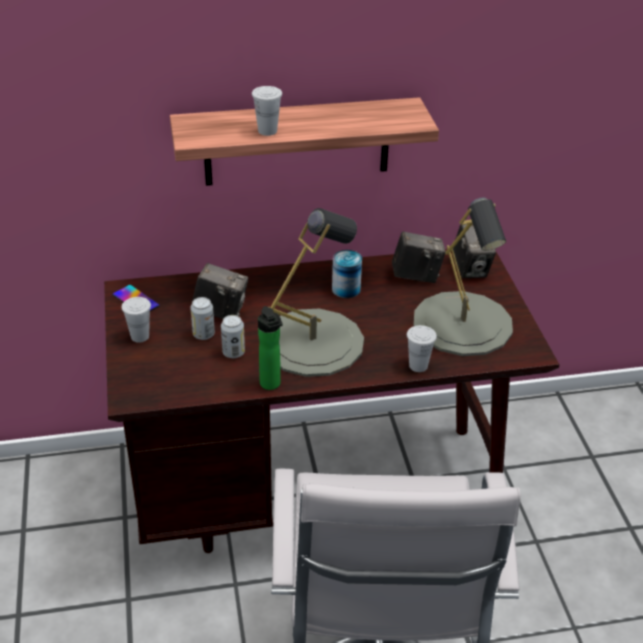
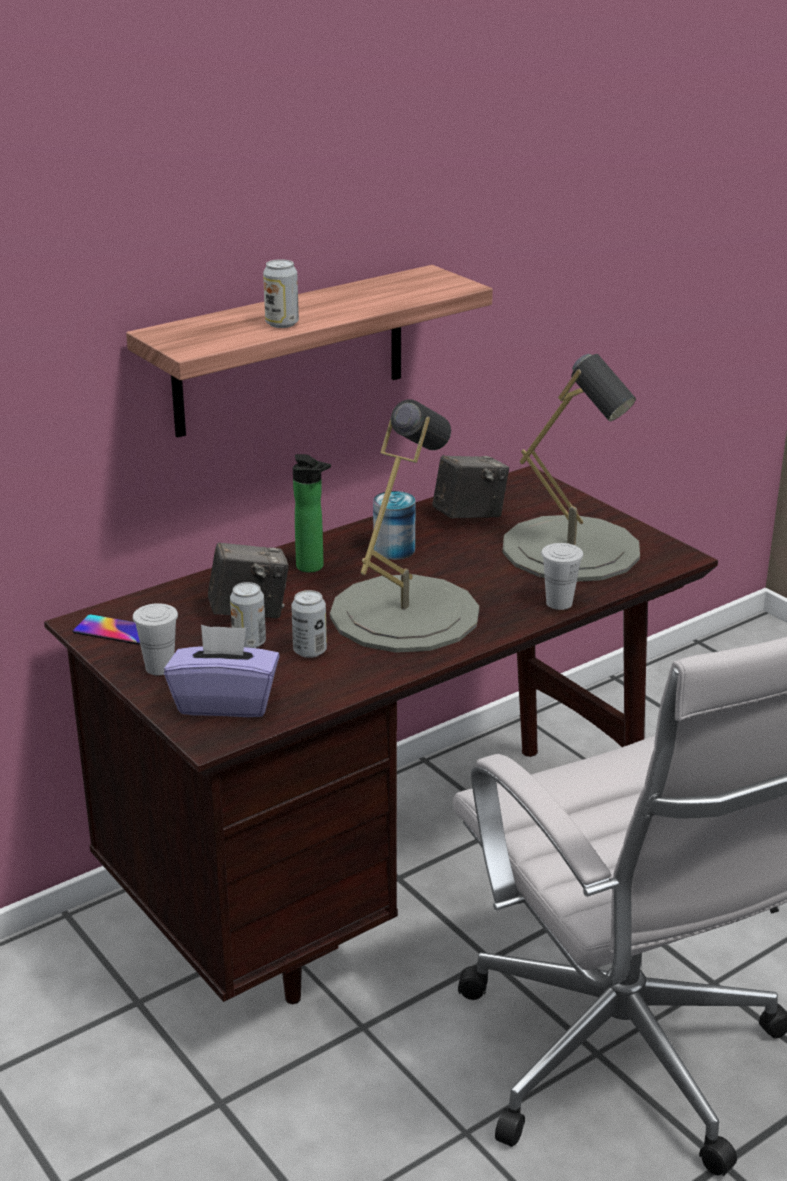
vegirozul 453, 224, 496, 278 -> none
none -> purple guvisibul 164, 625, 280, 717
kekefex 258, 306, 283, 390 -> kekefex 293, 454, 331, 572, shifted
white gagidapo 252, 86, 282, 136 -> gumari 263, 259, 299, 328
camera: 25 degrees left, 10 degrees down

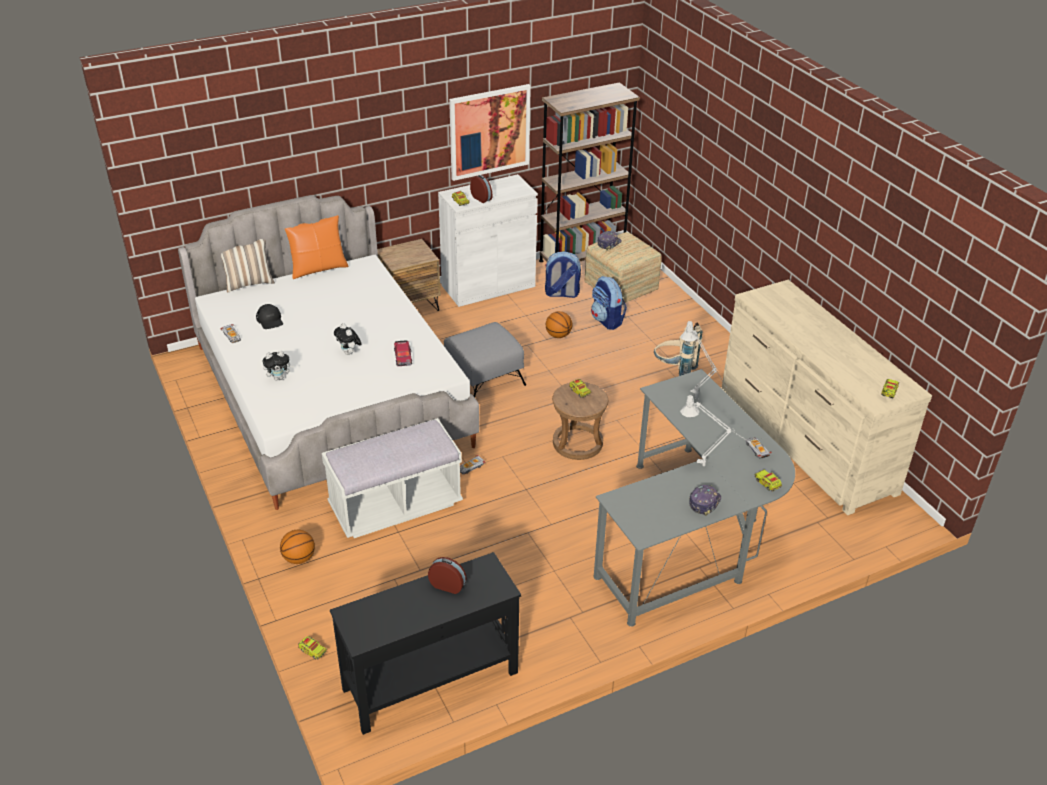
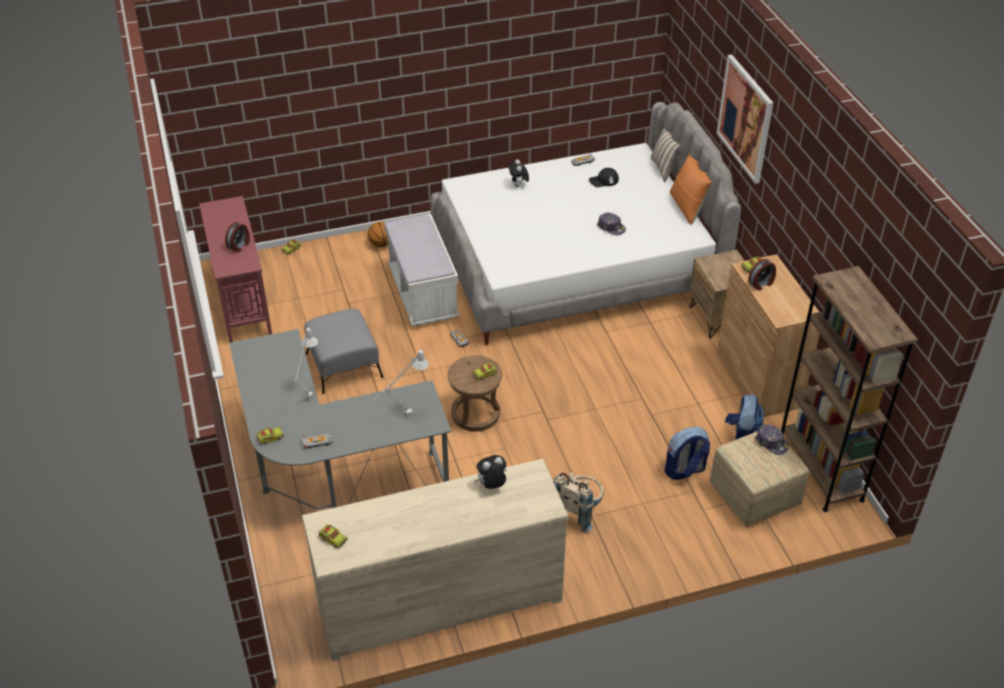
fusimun 394, 340, 412, 366 -> none
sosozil 546, 311, 572, 338 -> none
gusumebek 334, 323, 362, 355 -> gusumebek 475, 455, 507, 489, shifted
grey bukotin 444, 322, 526, 397 -> grey bukotin 304, 309, 383, 394, shifted
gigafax 449, 84, 531, 181 -> gigafax 716, 54, 773, 184, shifted
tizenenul 689, 485, 721, 516 -> tizenenul 597, 213, 626, 235, shifted
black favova 330, 552, 521, 735 -> red favova 199, 196, 272, 343
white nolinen 438, 174, 538, 307 -> brown nolinen 717, 254, 820, 417
camera: 100 degrees right, 5 degrees up

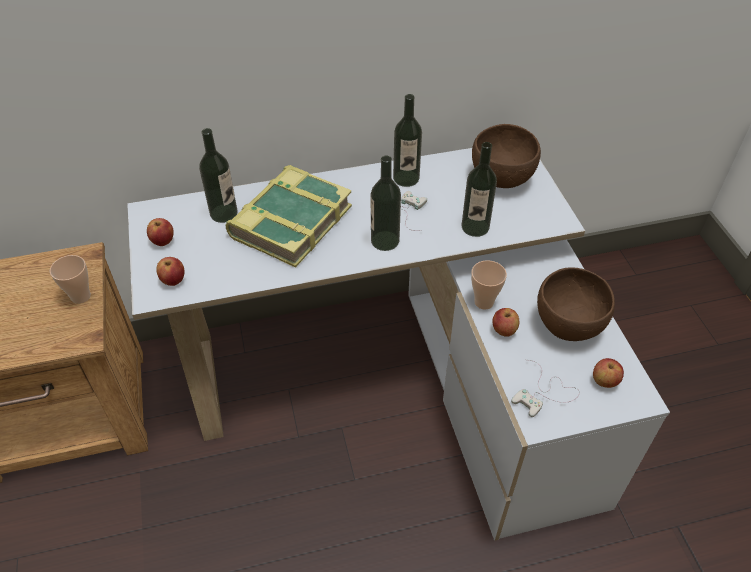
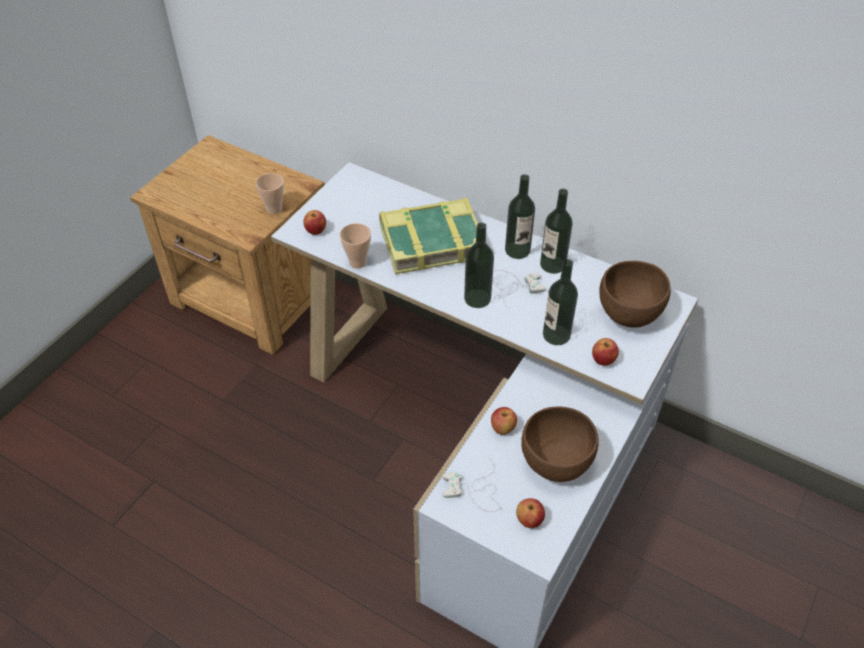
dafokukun 147, 218, 174, 246 -> dafokukun 592, 338, 619, 366, shifted
kekefex 199, 128, 238, 223 -> kekefex 505, 174, 535, 259, shifted
gagidapo 471, 260, 507, 310 -> gagidapo 340, 223, 371, 269, shifted
camera: 45 degrees right, 0 degrees up

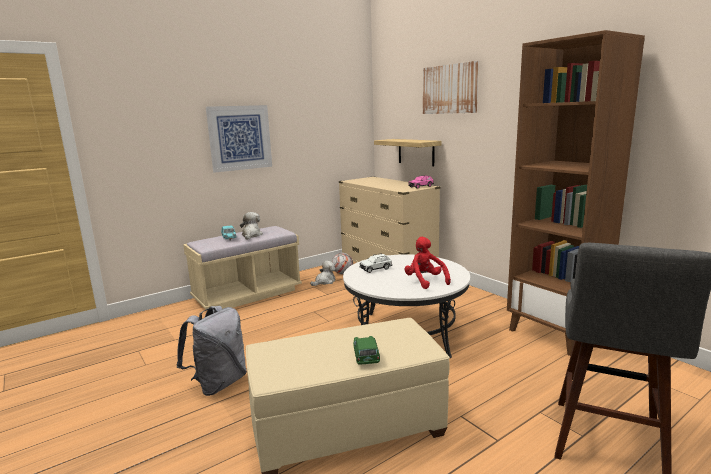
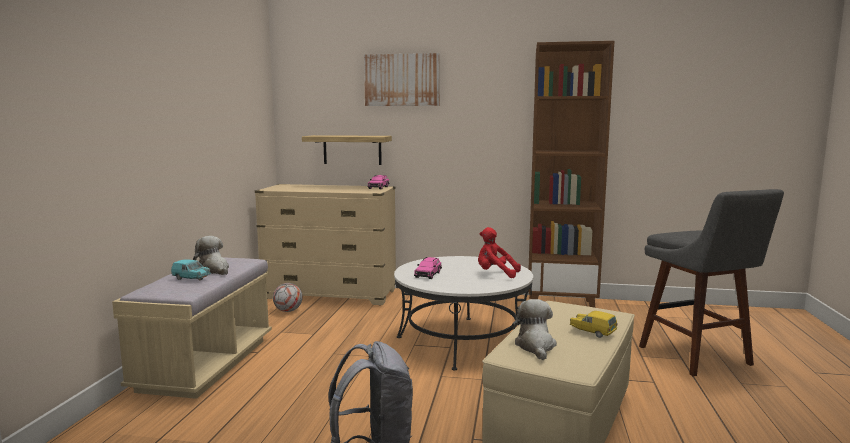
gigafax 206, 105, 272, 173 -> none
gusumebek 310, 261, 335, 286 -> gusumebek 512, 299, 557, 360, shifted
green fusimun 353, 336, 380, 365 -> yellow fusimun 570, 311, 618, 338
white fusimun 359, 253, 392, 273 -> pink fusimun 414, 257, 442, 279
camera: 45 degrees left, 5 degrees down

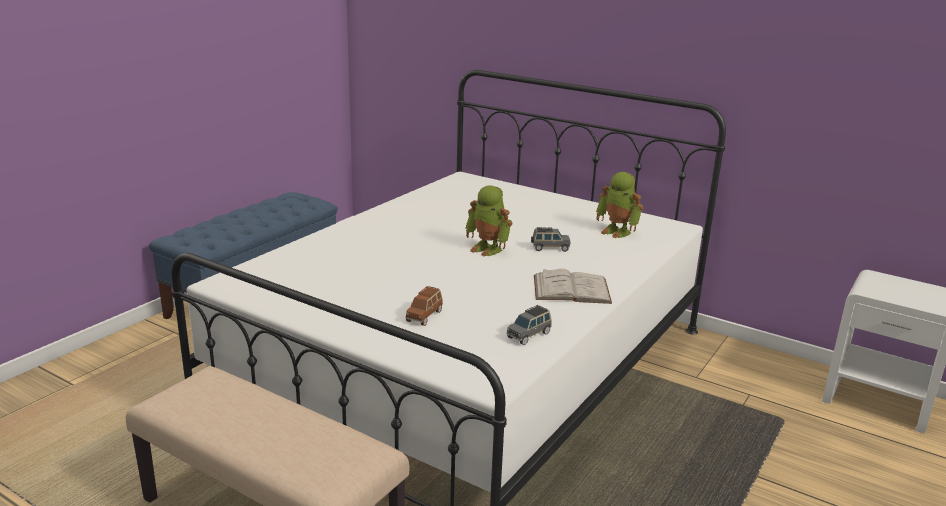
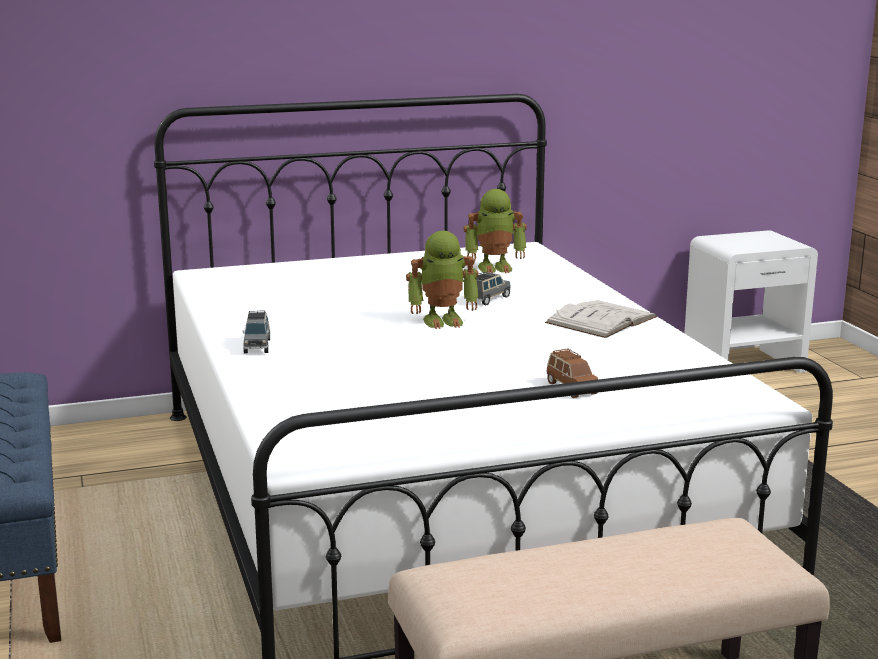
grey fusimun 507, 305, 552, 345 -> grey fusimun 243, 311, 270, 354, shifted
camera: 50 degrees left, 5 degrees down

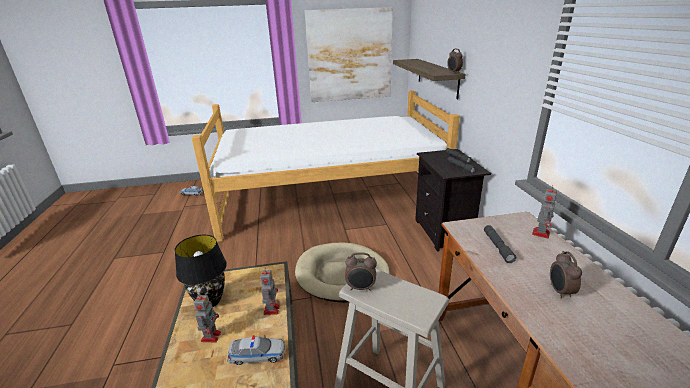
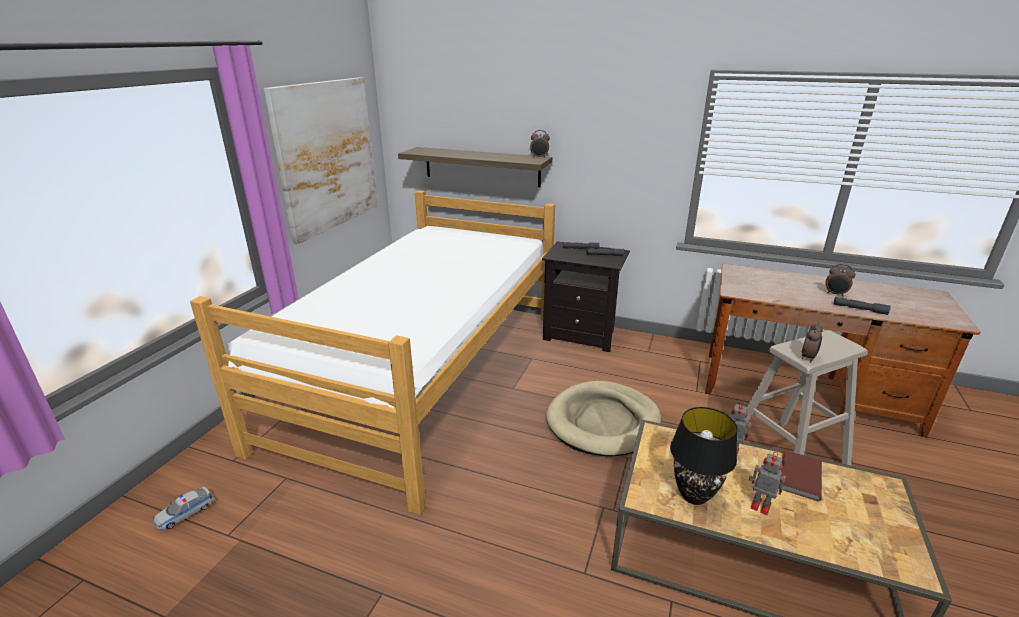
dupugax 532, 186, 557, 239 -> none
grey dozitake 484, 225, 517, 263 -> grey dozitake 833, 297, 891, 315, shifted
fusimun 227, 335, 286, 365 -> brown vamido 779, 450, 822, 502
camera: 60 degrees left, 0 degrees up

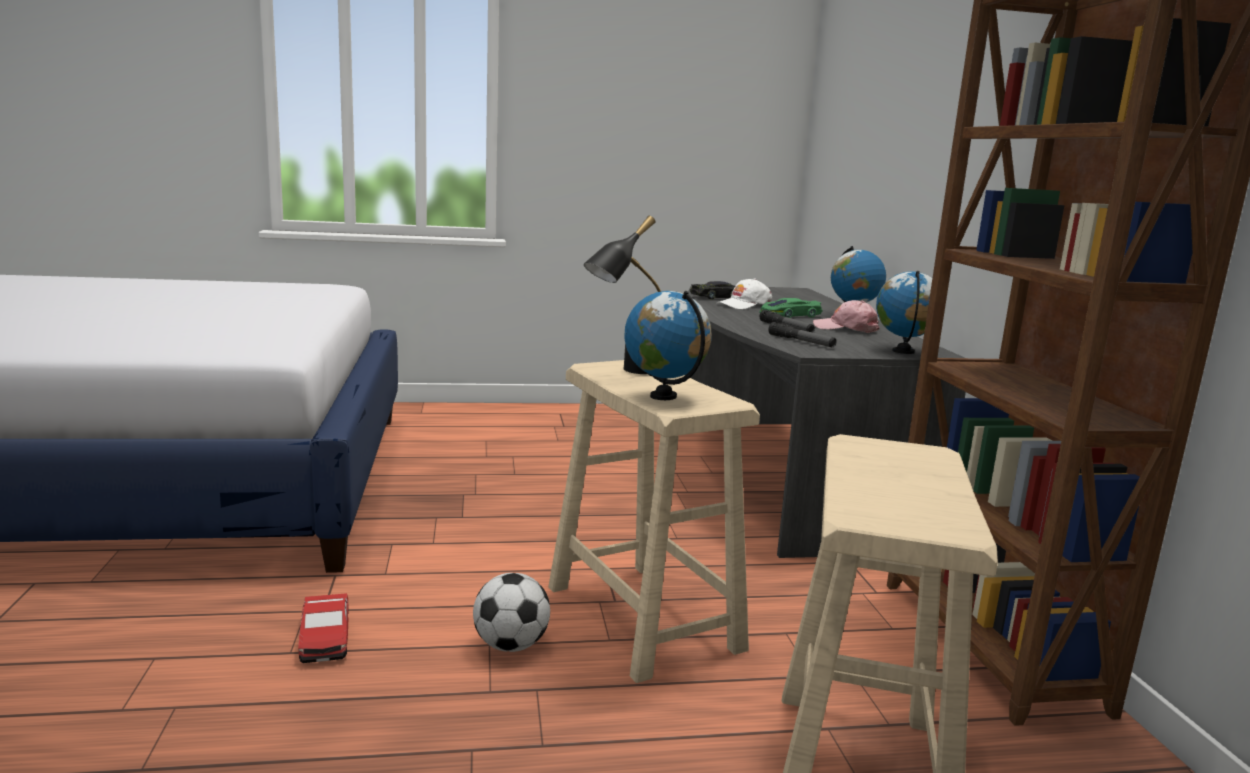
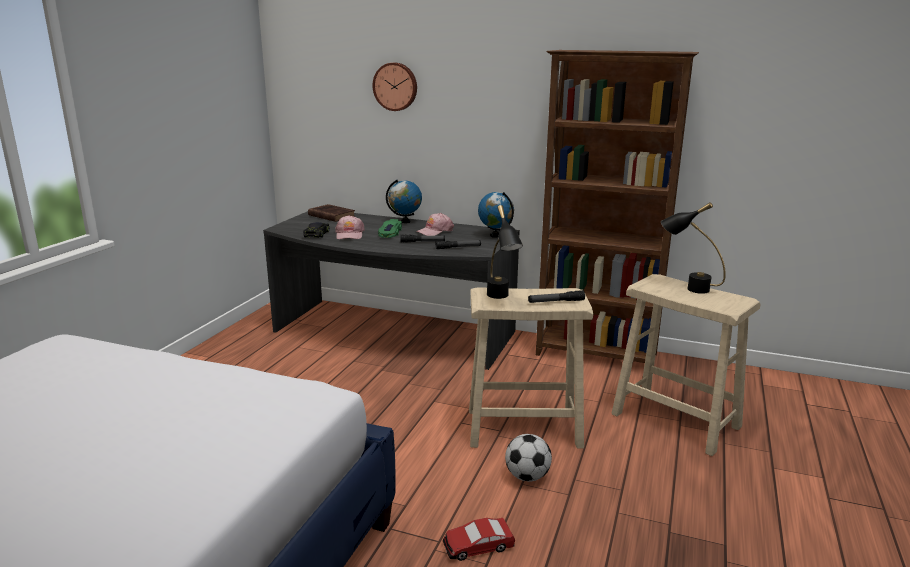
none -> brown vamido 308, 204, 355, 222
none -> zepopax 372, 62, 417, 111
none -> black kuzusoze 661, 202, 726, 294
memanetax 624, 291, 712, 400 -> dozitake 528, 290, 585, 303
white tizenenul 717, 278, 773, 309 -> pink tizenenul 335, 215, 365, 239
fusimun 298, 593, 349, 663 -> fusimun 443, 518, 515, 561, 150 degrees clockwise
camera: 60 degrees left, 5 degrees up

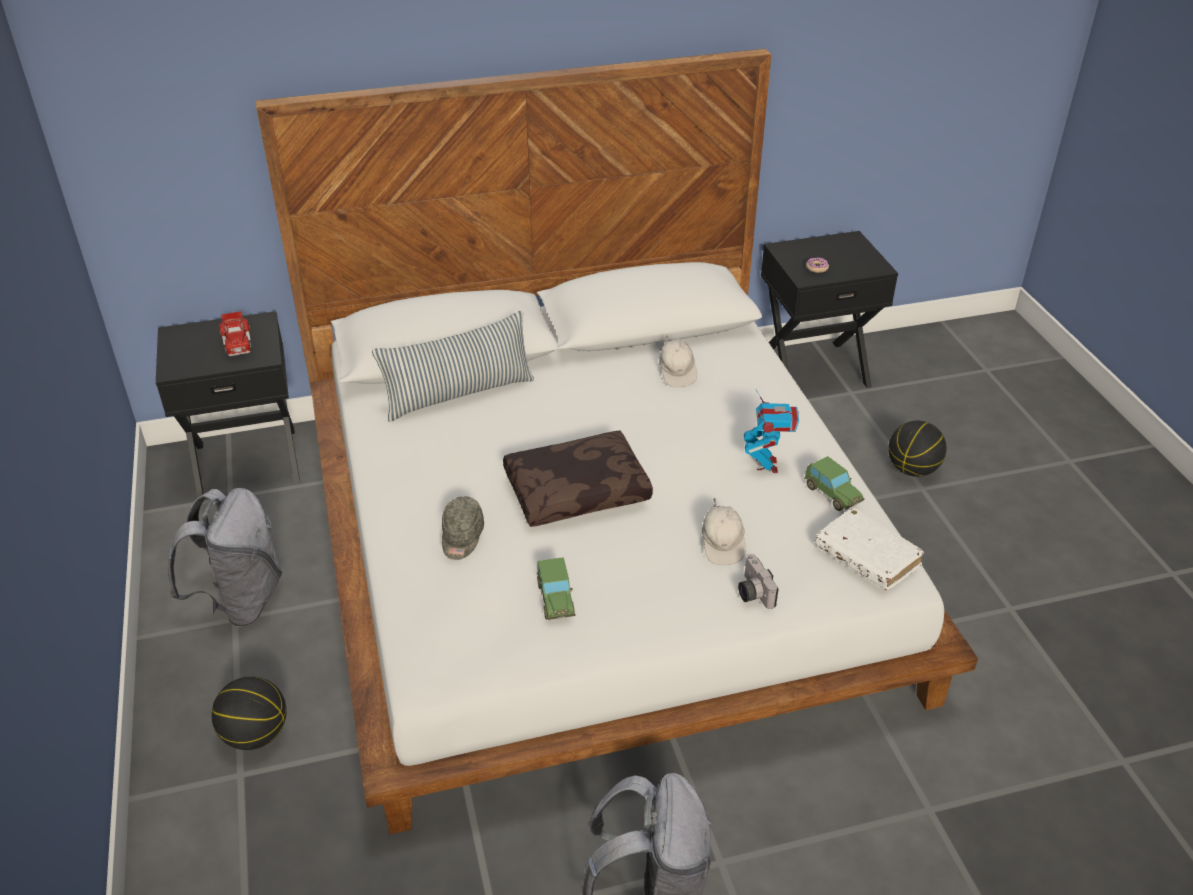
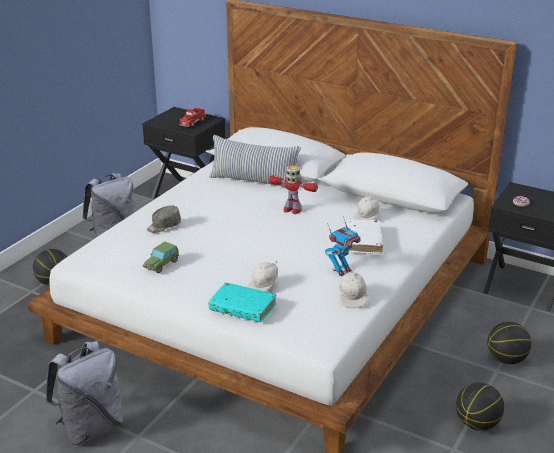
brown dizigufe 503, 431, 653, 527 -> none
none -> dupugax 269, 165, 318, 214
none -> sosozil 456, 383, 504, 431
white vamido 815, 508, 924, 590 -> white vamido 346, 220, 383, 254, shifted
vegirozul 738, 554, 778, 609 -> turquoise vamido 209, 282, 276, 322
fusimun 804, 456, 865, 511 -> white tizenenul 339, 269, 367, 308
camera: 45 degrees right, 10 degrees down

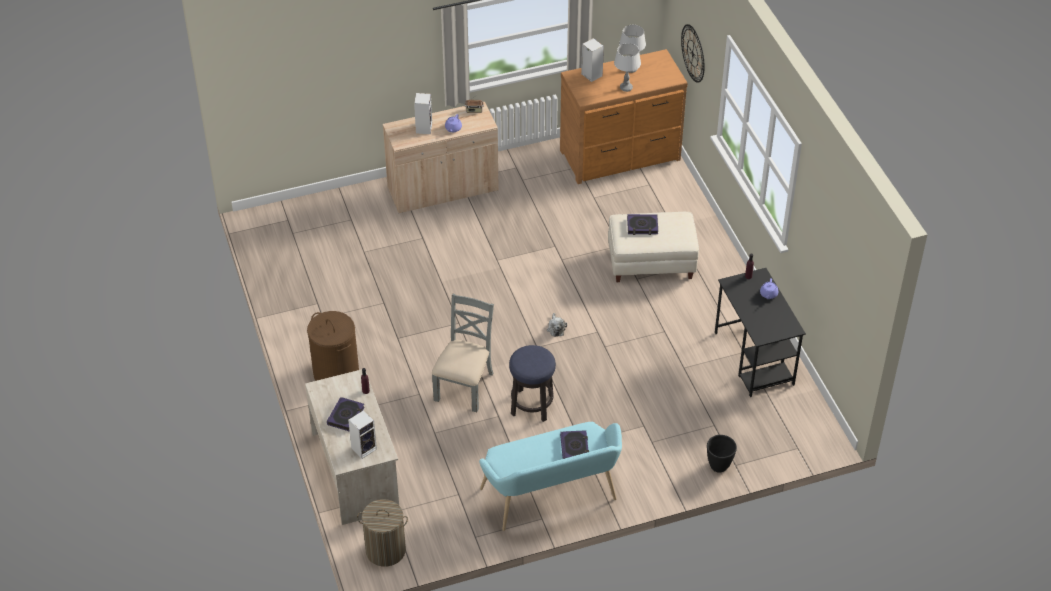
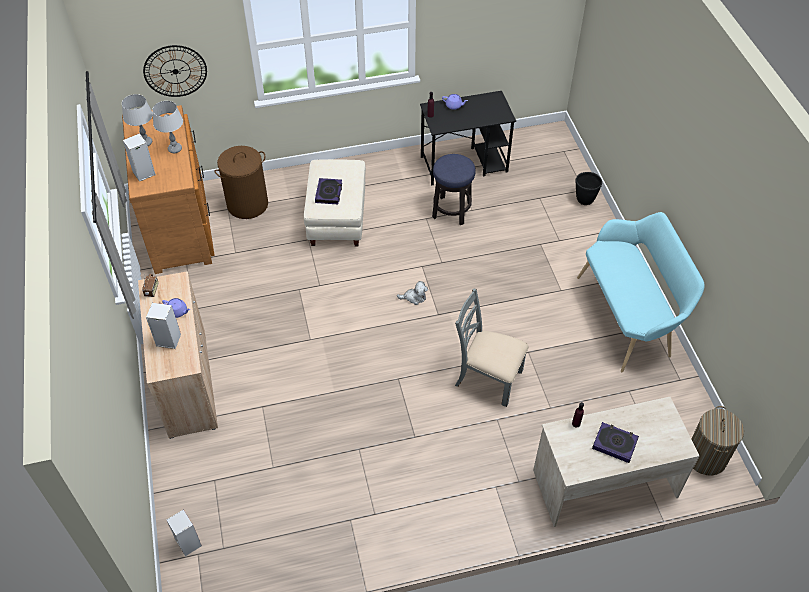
vamido 560, 430, 589, 459 -> none
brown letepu 307, 311, 359, 381 -> brown letepu 214, 146, 268, 219, shifted
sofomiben 348, 410, 377, 459 -> sofomiben 166, 509, 202, 556, shifted
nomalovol 509, 345, 556, 422 -> nomalovol 432, 154, 476, 225, shifted
camera: 85 degrees left, 5 degrees up

